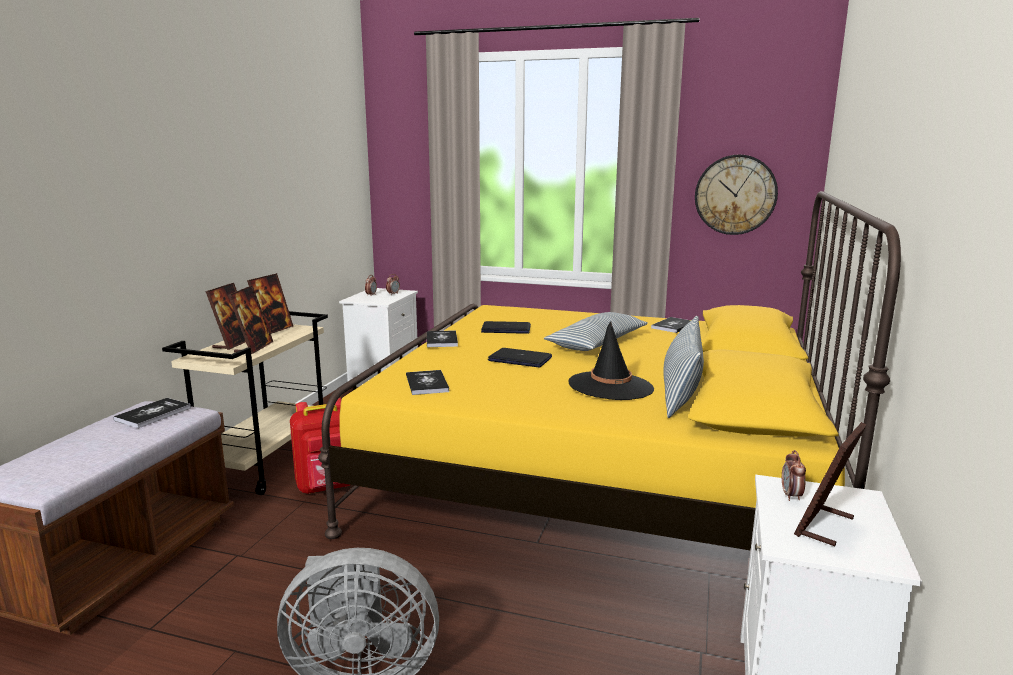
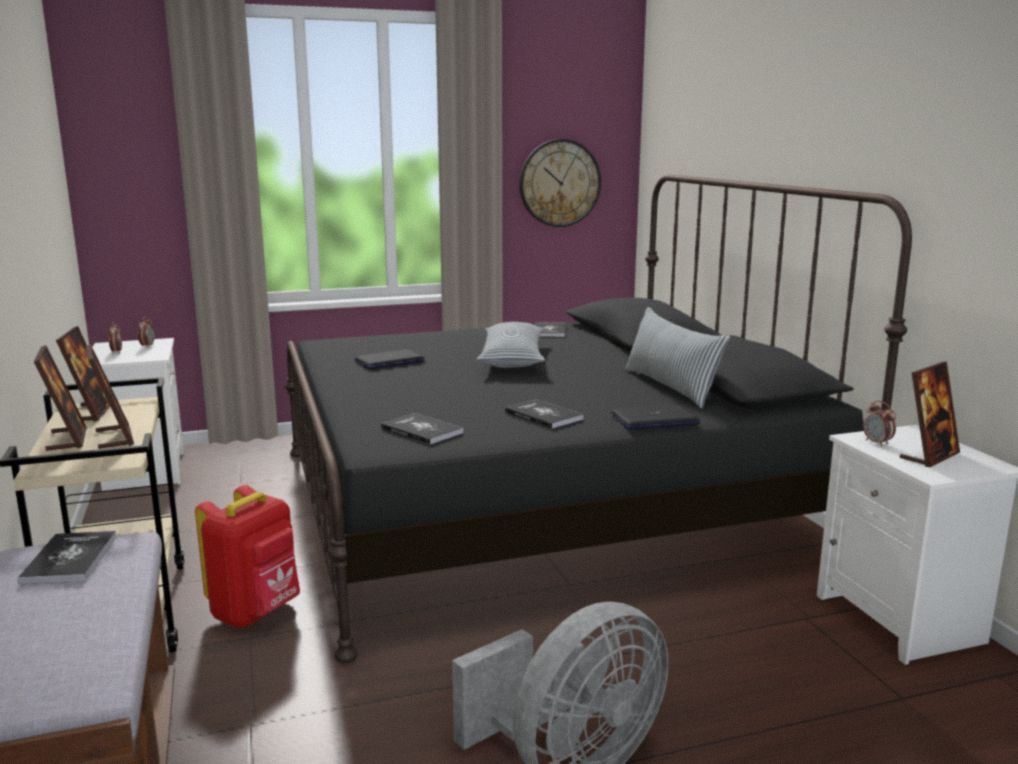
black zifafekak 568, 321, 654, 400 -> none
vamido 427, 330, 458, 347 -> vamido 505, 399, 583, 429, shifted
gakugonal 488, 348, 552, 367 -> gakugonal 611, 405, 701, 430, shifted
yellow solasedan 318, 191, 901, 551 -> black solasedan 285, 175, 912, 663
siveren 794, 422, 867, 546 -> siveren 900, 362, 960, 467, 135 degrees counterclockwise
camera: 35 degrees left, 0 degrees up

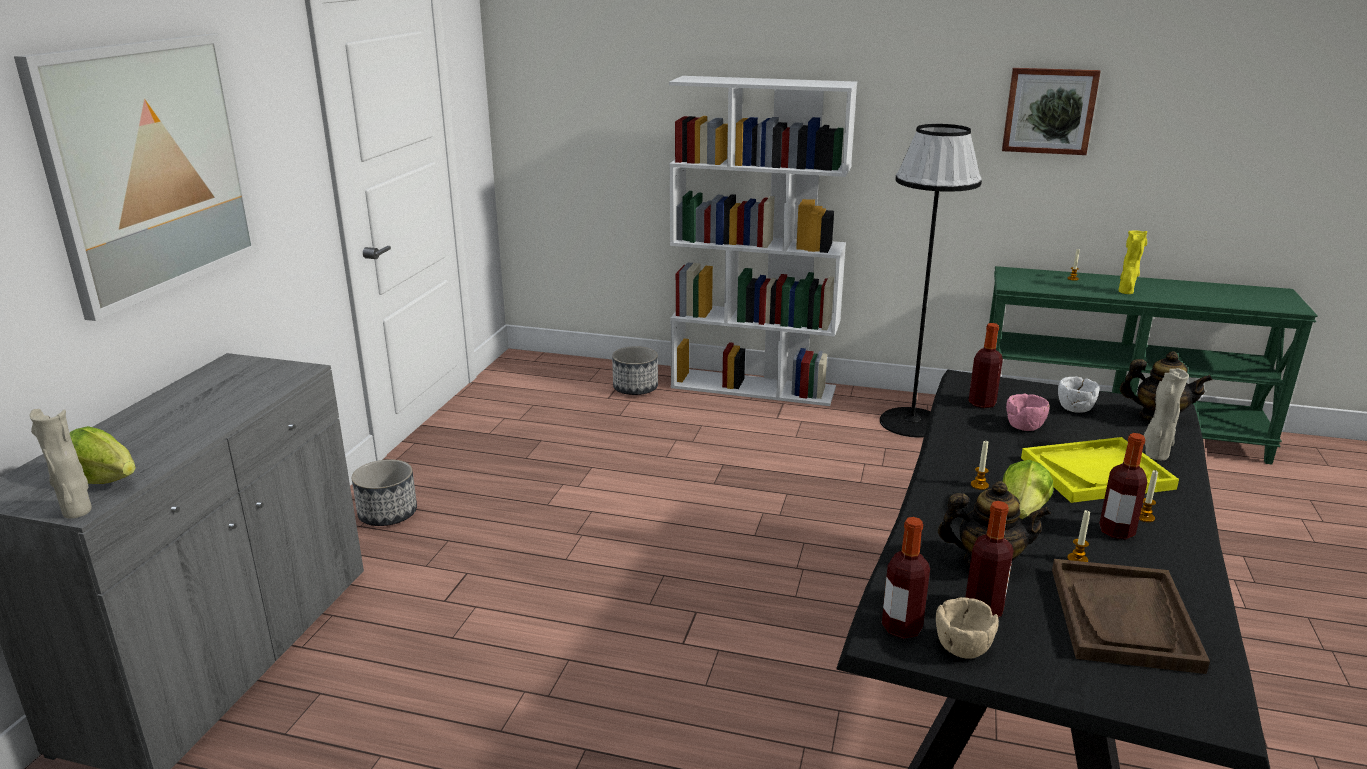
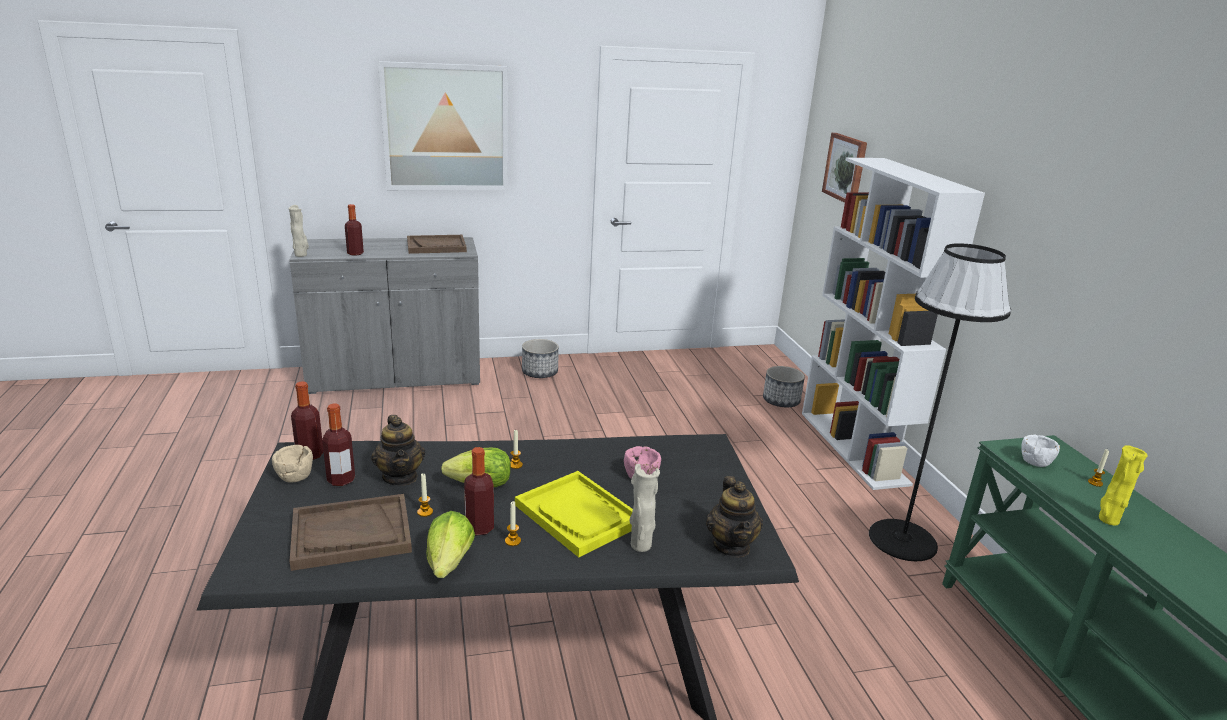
none -> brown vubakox 407, 235, 467, 254
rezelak 70, 426, 136, 484 -> rezelak 426, 511, 475, 578, shifted
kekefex 968, 323, 1003, 408 -> kekefex 345, 204, 364, 256, shifted
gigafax 1002, 68, 1101, 155 -> gigafax 822, 133, 867, 203, shifted
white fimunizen 1058, 377, 1099, 413 -> white fimunizen 1021, 435, 1060, 467, shifted
camera: 60 degrees right, 0 degrees up

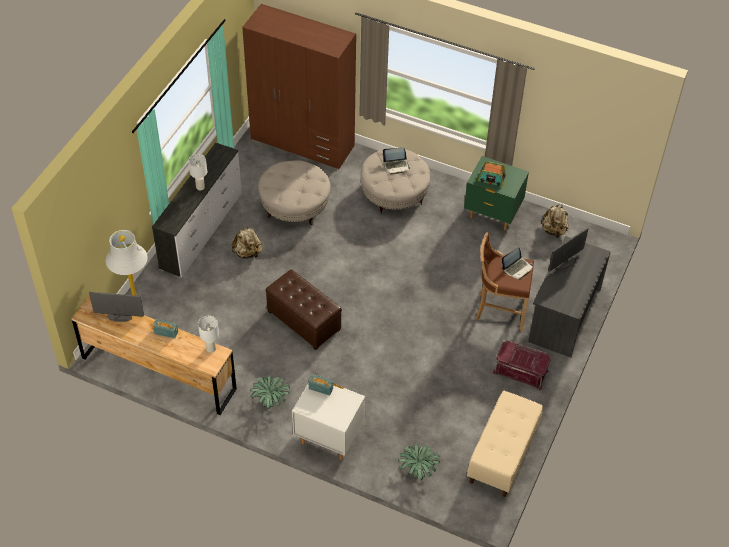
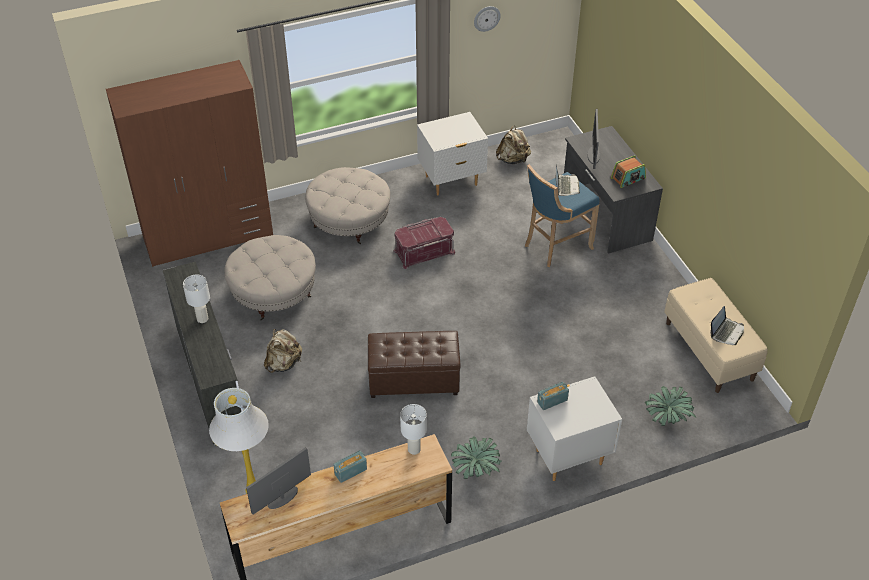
none -> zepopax 474, 6, 501, 32
gakugonal 383, 148, 411, 174 -> gakugonal 710, 306, 744, 345, shifted
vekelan 478, 161, 506, 187 -> vekelan 611, 155, 646, 188, shifted
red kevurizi 492, 341, 551, 390 -> red kevurizi 393, 217, 456, 269, shifted
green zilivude 464, 156, 529, 230 -> white zilivude 417, 112, 488, 196
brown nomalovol 476, 232, 534, 331 -> blue nomalovol 525, 164, 600, 267
camera: 45 degrees left, 5 degrees down

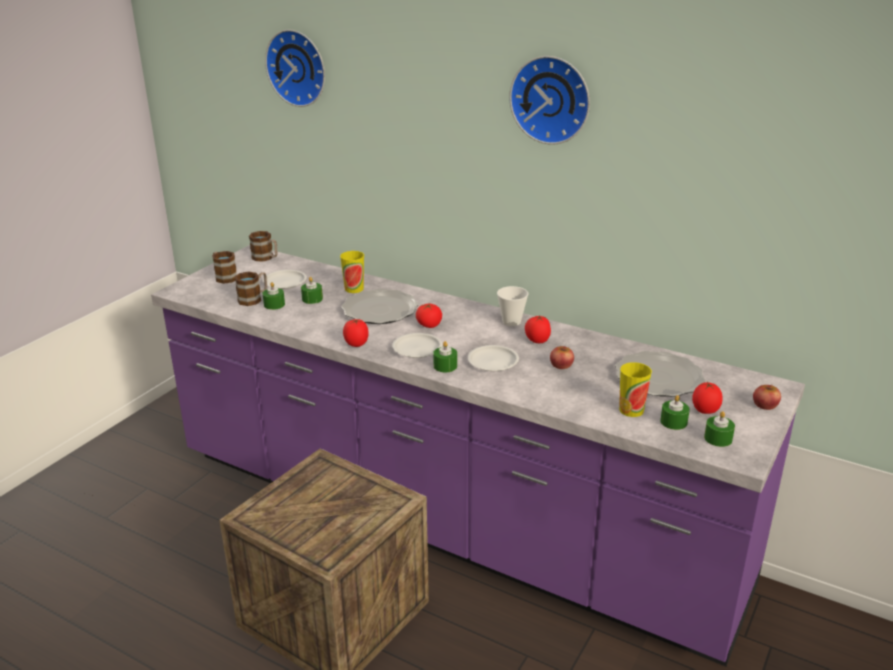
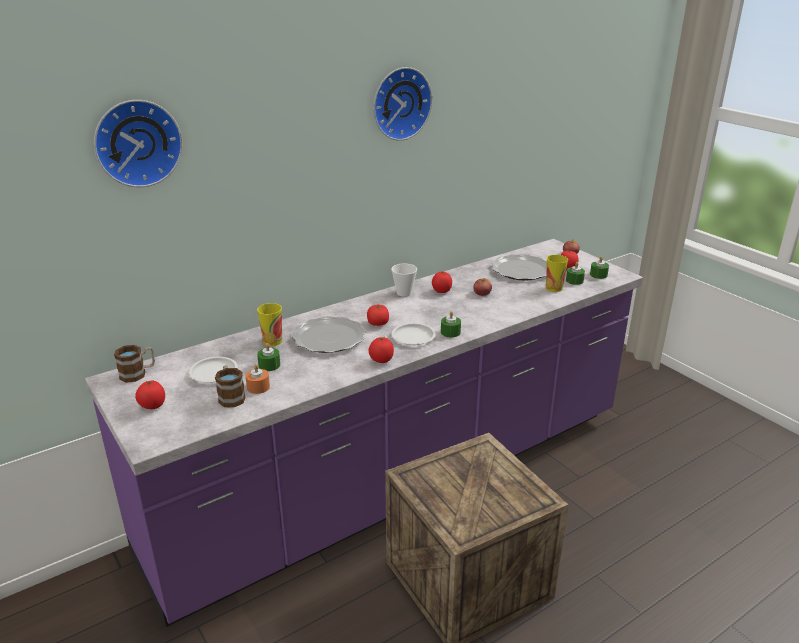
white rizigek 468, 345, 519, 371 -> none
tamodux 212, 251, 237, 284 -> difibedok 135, 381, 165, 409
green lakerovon 263, 282, 285, 310 -> orange lakerovon 245, 364, 270, 394
camera: 65 degrees left, 0 degrees up

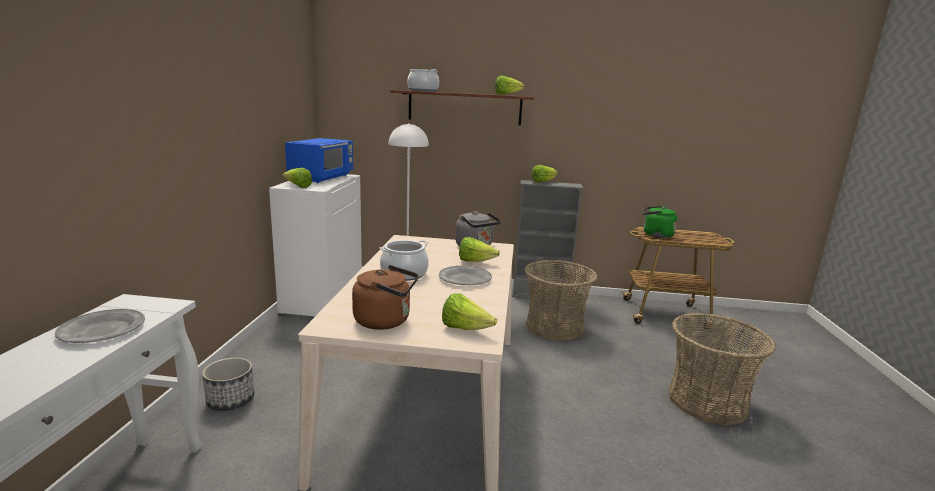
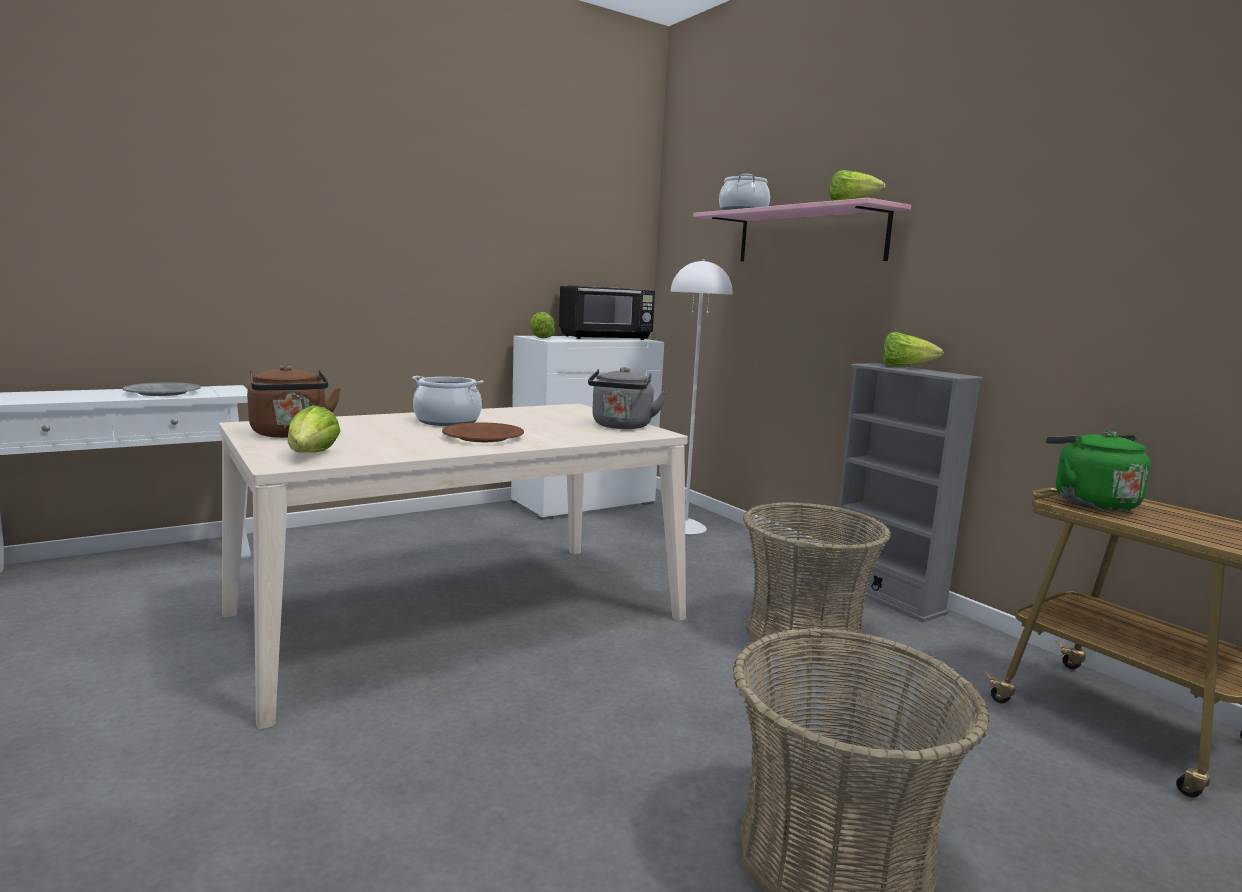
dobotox 202, 358, 254, 411 -> none
rezelak 459, 237, 500, 262 -> none
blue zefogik 285, 138, 353, 183 -> black zefogik 559, 286, 655, 340
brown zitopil 390, 90, 534, 126 -> pink zitopil 693, 198, 911, 261
grey rizigek 439, 266, 492, 285 -> brown rizigek 442, 422, 524, 442
camera: 50 degrees right, 5 degrees down

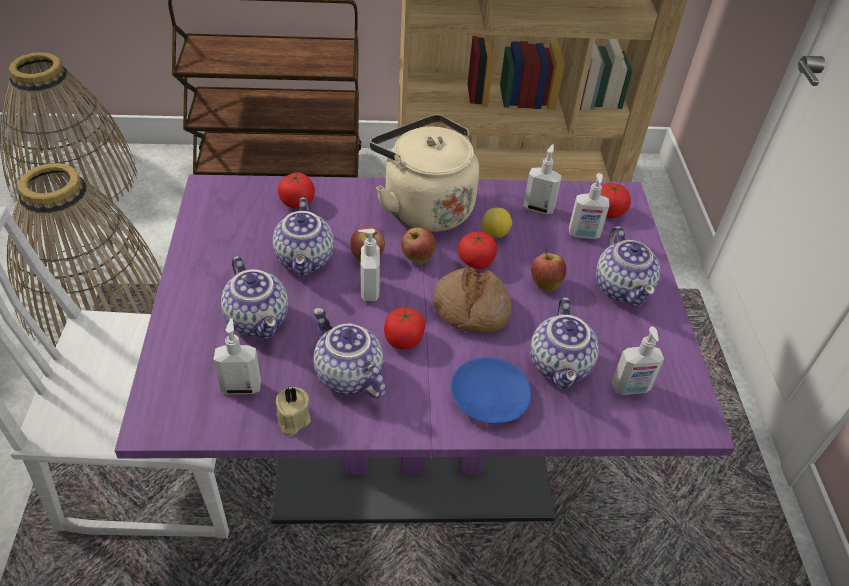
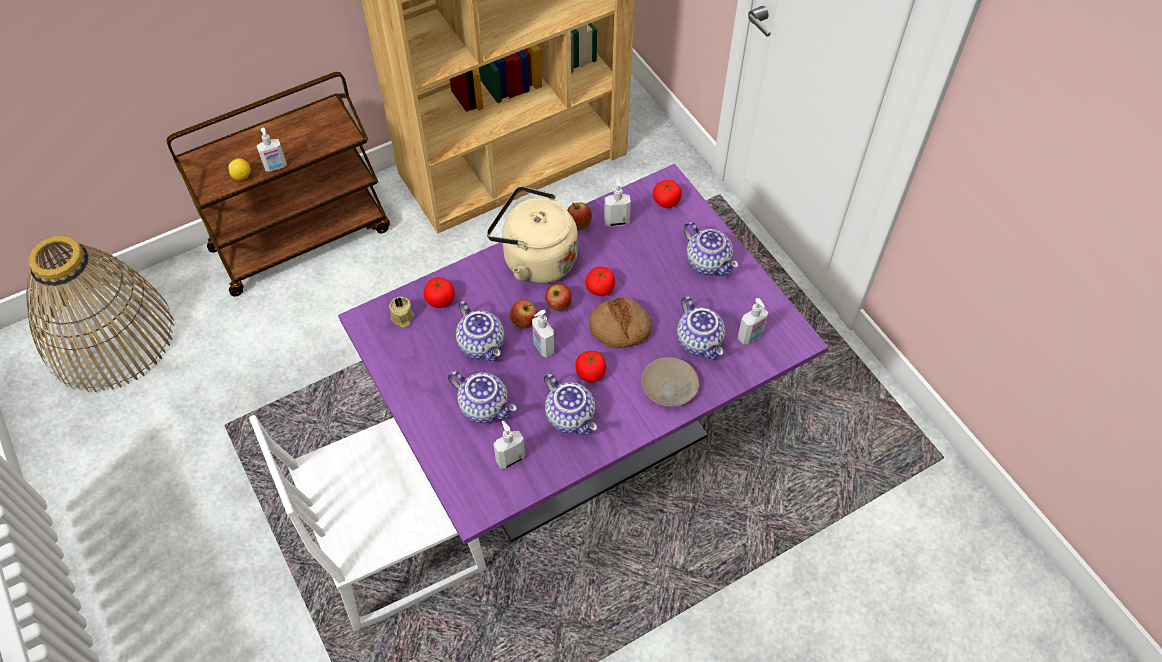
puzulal 7, 163, 162, 347 -> none
beige lakerovon 276, 387, 311, 435 -> beige lakerovon 389, 297, 414, 328, shifted
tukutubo 482, 208, 512, 238 -> tukutubo 228, 158, 250, 180, shifted
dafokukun 531, 249, 566, 291 -> dafokukun 567, 202, 592, 230, shifted
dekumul 569, 173, 610, 239 -> dekumul 257, 128, 287, 172, shifted
blue rizigek 451, 357, 531, 424 -> beige rizigek 641, 357, 699, 407
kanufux 313, 308, 385, 399 -> kanufux 544, 373, 597, 435, 150 degrees counterclockwise
camera: 25 degrees left, 10 degrees up

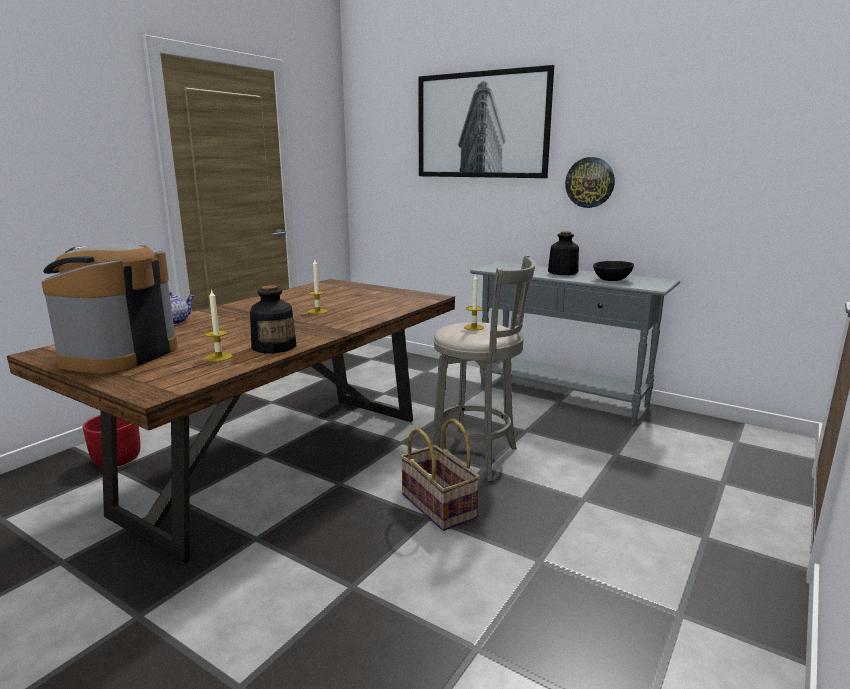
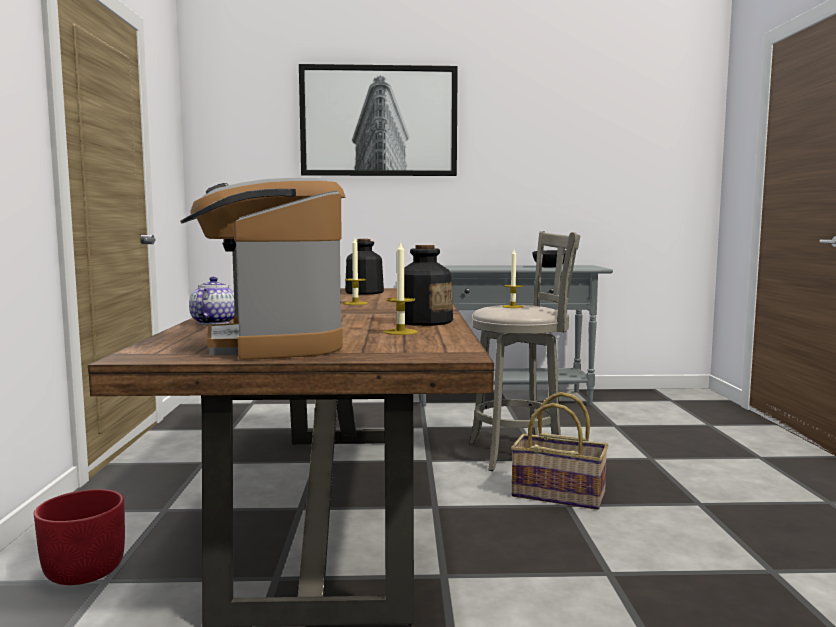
zepopax 565, 157, 615, 208 -> none
kekefex 548, 231, 579, 275 -> kekefex 345, 239, 384, 295, shifted
camera: 35 degrees left, 10 degrees down

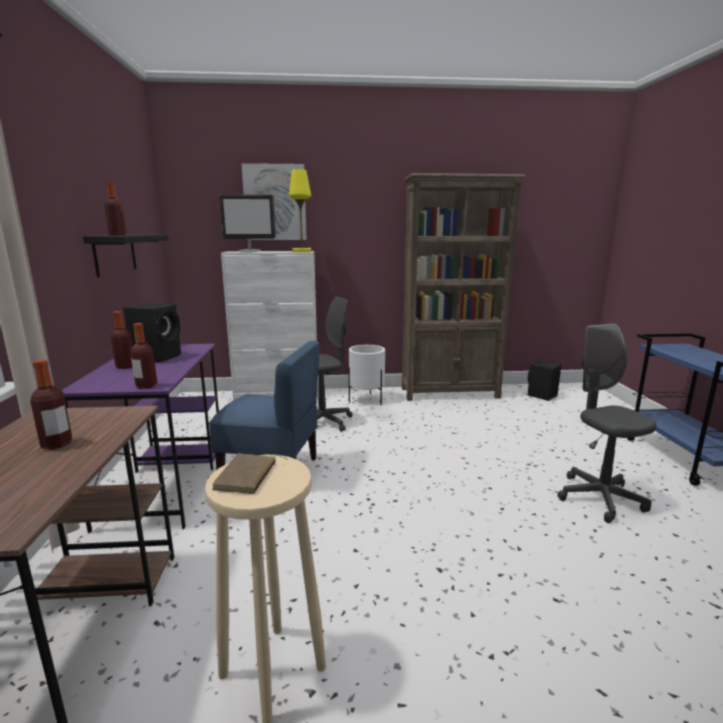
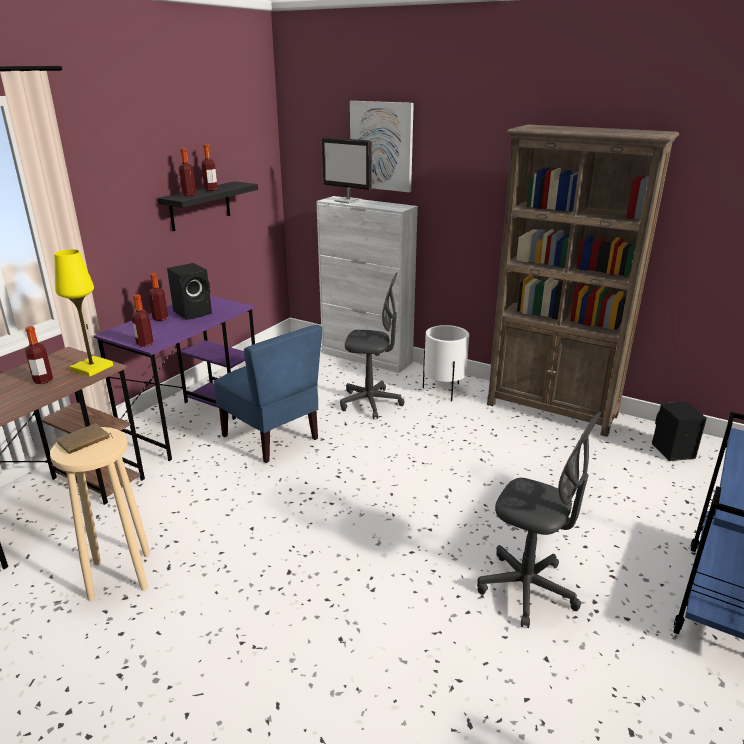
none -> kekefex 201, 144, 218, 191
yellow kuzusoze 289, 169, 311, 252 -> yellow kuzusoze 54, 249, 113, 377, shifted
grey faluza 558, 324, 657, 523 -> grey faluza 477, 412, 601, 628, 105 degrees clockwise
camera: 35 degrees right, 10 degrees up

